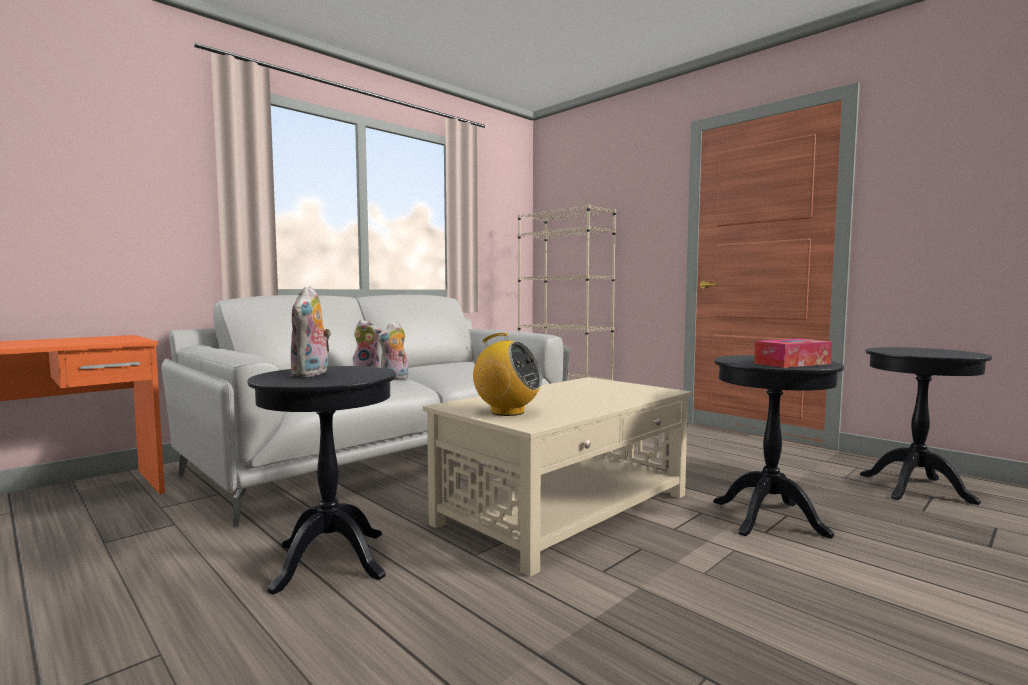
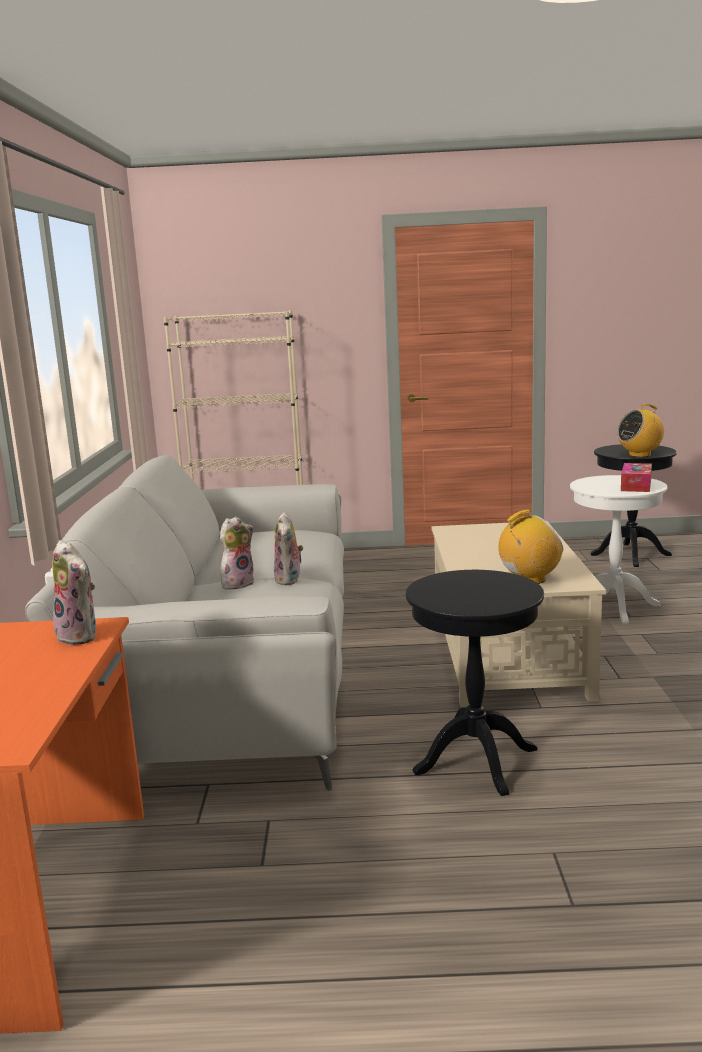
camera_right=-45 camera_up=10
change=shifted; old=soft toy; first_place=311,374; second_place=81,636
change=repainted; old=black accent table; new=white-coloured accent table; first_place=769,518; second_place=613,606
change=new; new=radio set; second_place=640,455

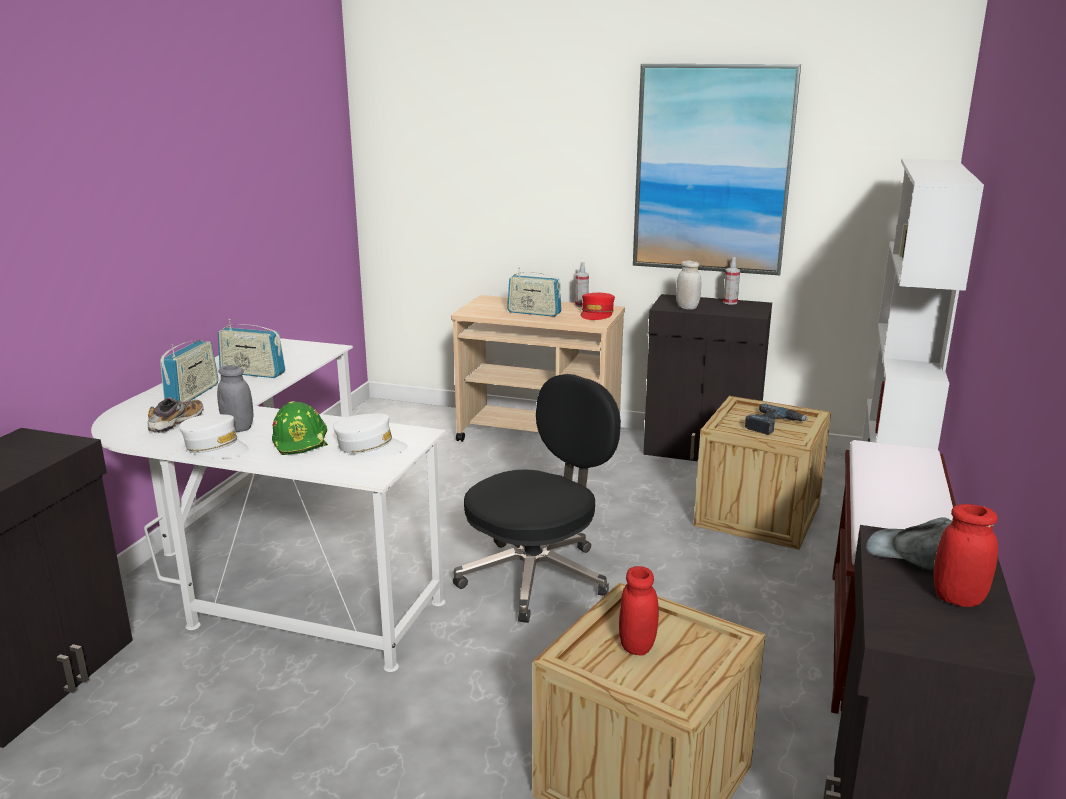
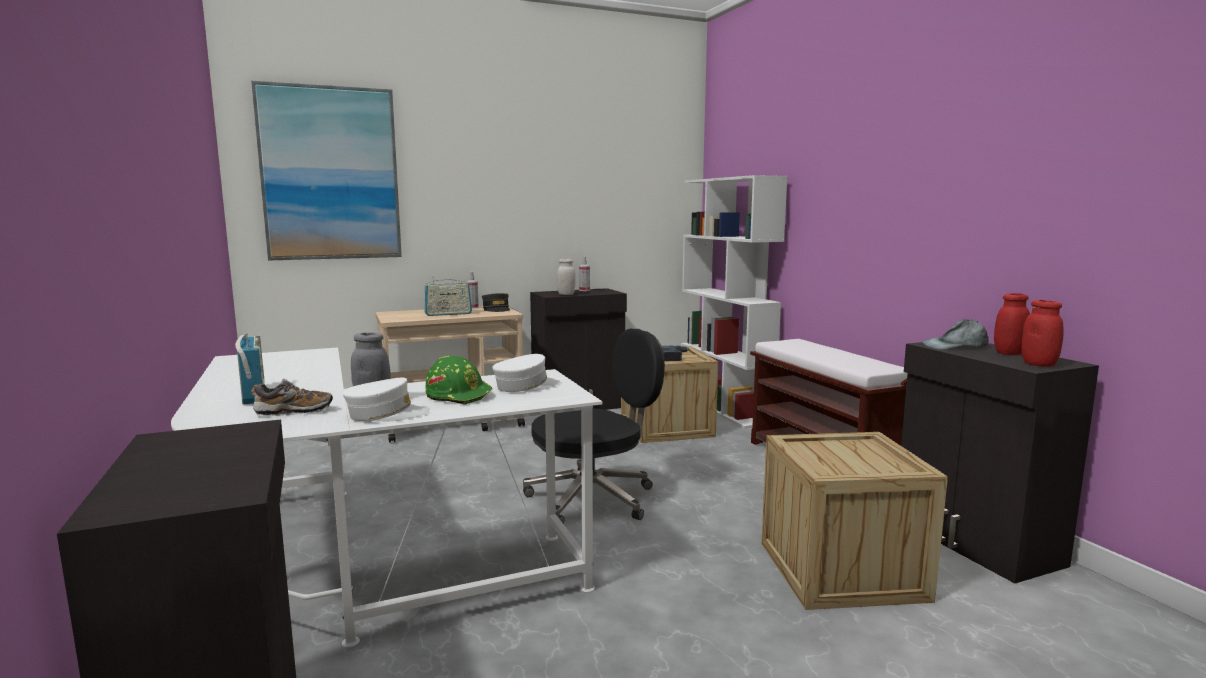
camera_right=-40 camera_up=-10
change=rotated; old=shoe; first_place=176,423; second_place=294,412; degrees=90
change=gone; old=radio set; first_place=253,373
change=rotated; old=black computer chair; first_place=537,576; second_place=593,498; degrees=60
change=repainted; old=red-coloured cap; new=gray cap; first_place=597,314; second_place=496,309
change=shifted; old=red-coloured storage jar; first_place=637,646; second_place=1039,364
change=shifted; old=wall picture; first_place=712,170; second_place=330,174

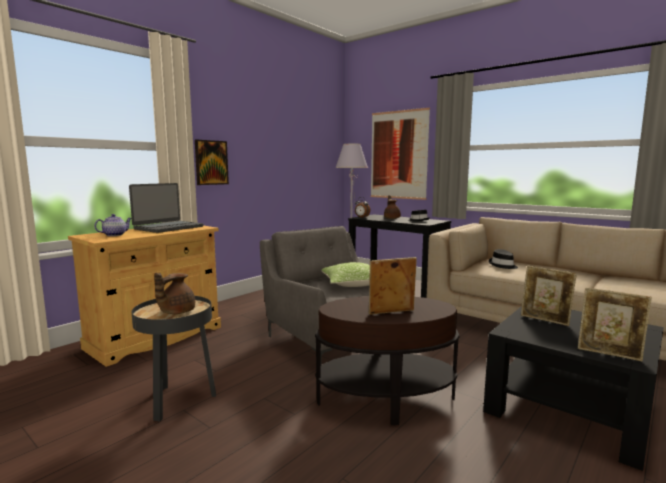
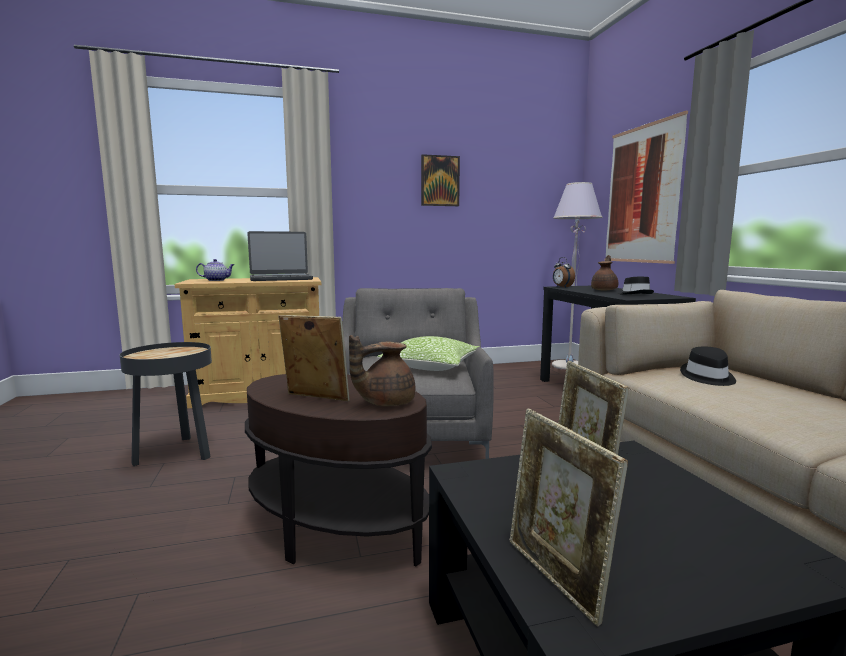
camera_right=35 camera_up=0
change=shifted; old=brownish teapot; first_place=176,312; second_place=385,402
change=shifted; old=wall picture; first_place=211,162; second_place=440,181

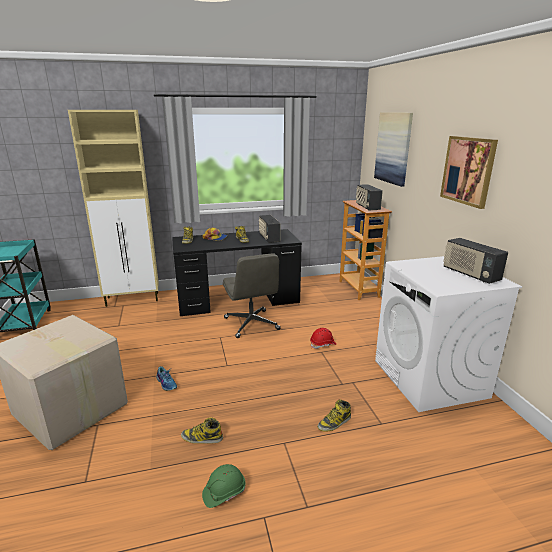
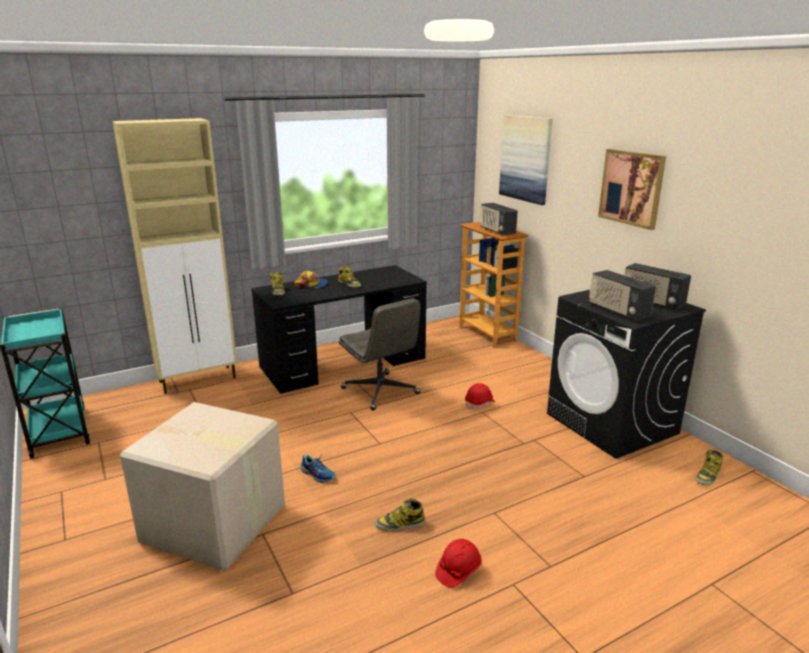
camera_right=-15 camera_up=0
change=repainted; old=green hard hat; new=red-coloured hard hat; first_place=224,492; second_place=458,571
change=shifted; old=radio set; first_place=269,238; second_place=618,311
change=shifted; old=high-top boot; first_place=334,423; second_place=708,476
change=repainted; old=white-coloured laundry appliance; new=black laundry appliance; first_place=430,378; second_place=612,423

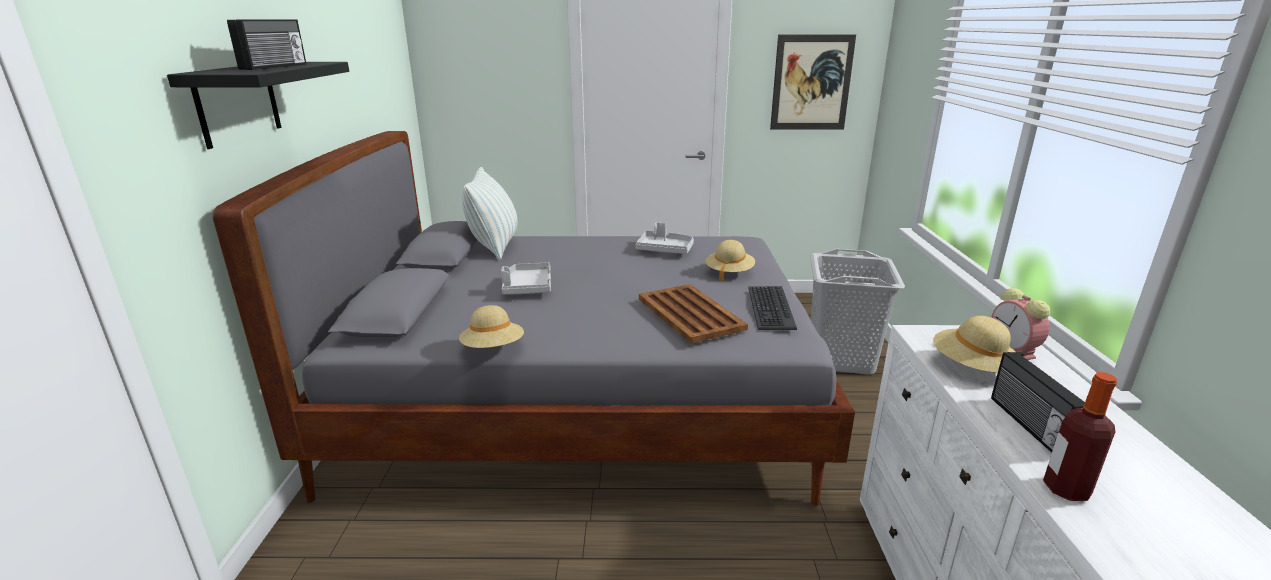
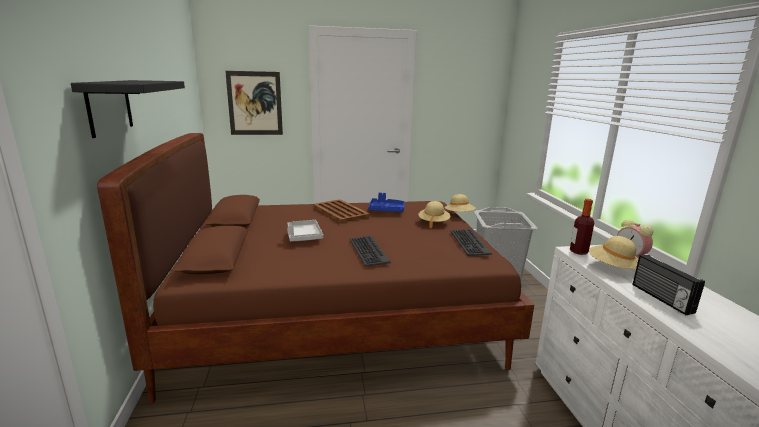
camera_right=-10 camera_up=-5
change=repainted; old=gray bedroom bed; new=brownish bedroom bed; first_place=581,399; second_place=336,314
change=gone; old=radio set; first_place=275,67
change=shifted; old=sand-coloured wearable hat; first_place=493,349; second_place=459,215
change=gone; old=throw pillow; first_place=494,246
change=repainted; old=gray carrying tray; new=bluish carrying tray; first_place=665,250; second_place=386,210
change=shifted; old=brownish carrying tray; first_place=690,313; second_place=340,211
change=shifted; old=wall picture; first_place=811,83; second_place=255,103
change=shifted; old=bottle; first_place=1066,489; second_place=578,251
change=new; new=keyboard; second_place=368,251

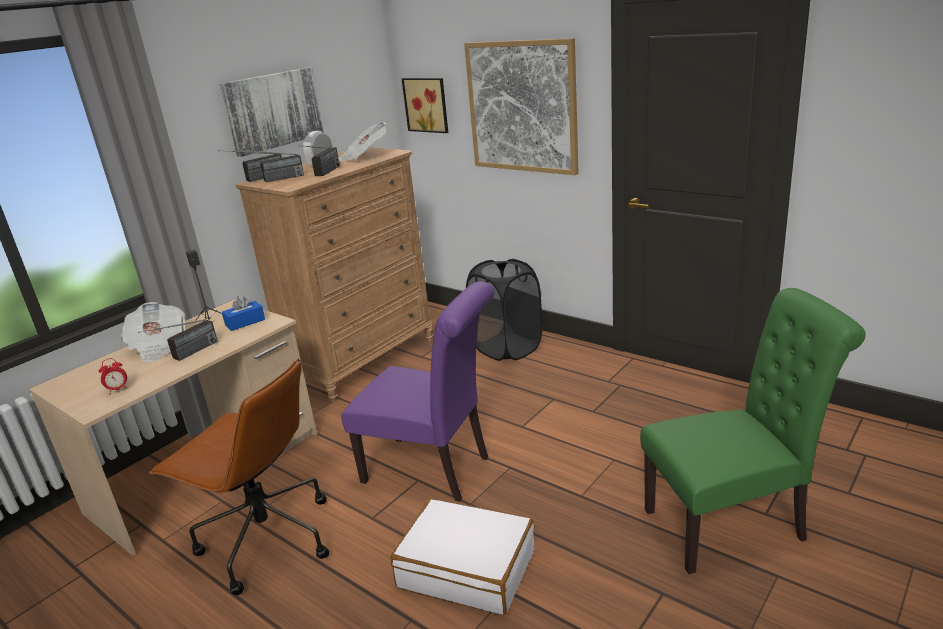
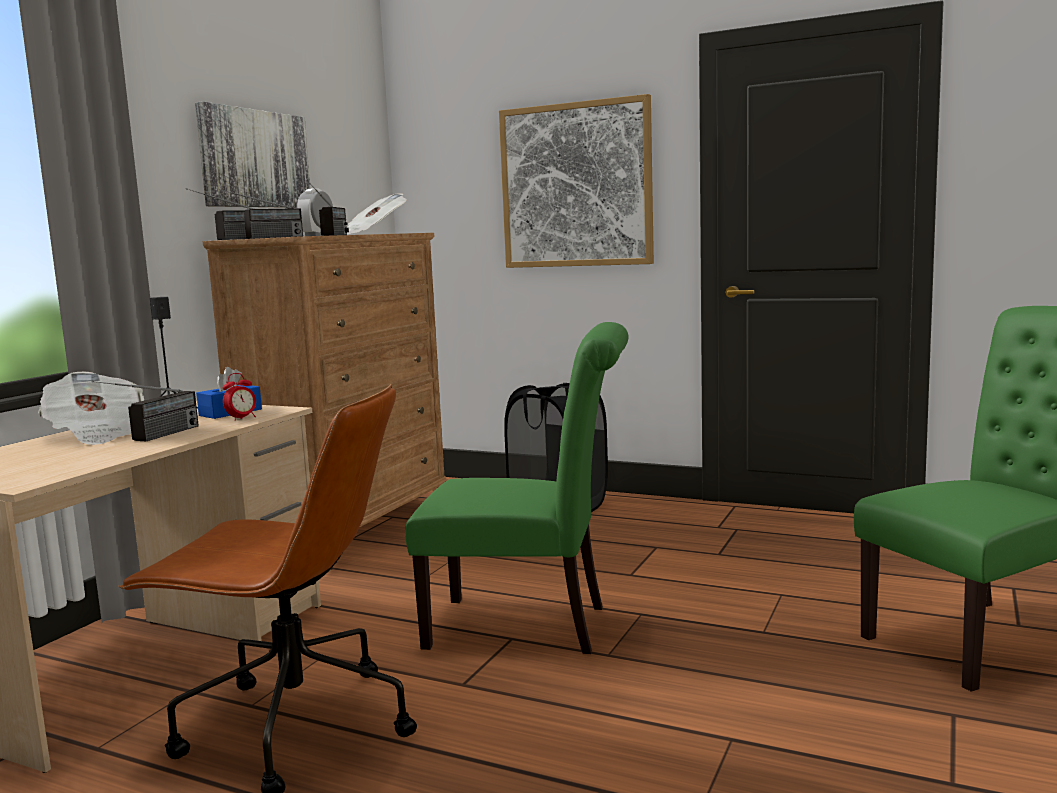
camera_right=-15 camera_up=-15
change=shifted; old=bedside clock; first_place=118,390; second_place=242,418
change=repainted; old=purple upright chair; new=green upright chair; first_place=433,470; second_place=529,626
change=gone; old=white-coloured suitcase; first_place=467,568
change=gone; old=wall picture; first_place=427,104

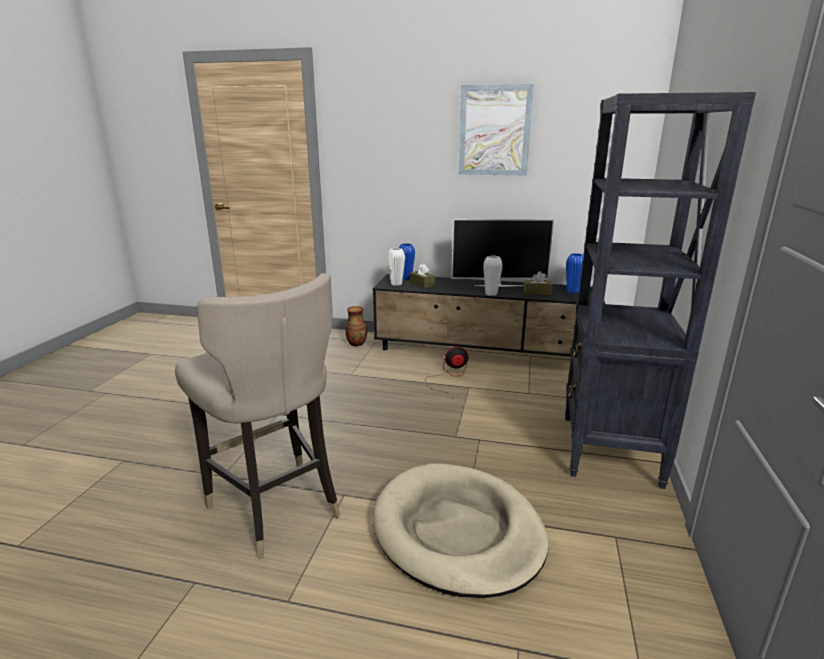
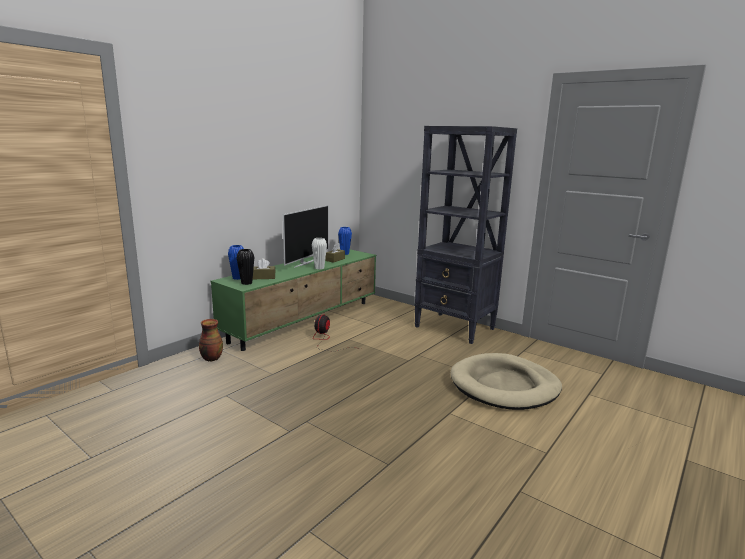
camera_right=-65 camera_up=-5
change=gone; old=sand-coloured stool; first_place=275,507
change=repainted; old=black tv unit; new=green tv unit; first_place=483,353; second_place=305,321
change=repainted; old=white-coloured flower vase; new=black flower vase; first_place=396,284; second_place=246,283
change=gone; old=wall picture; first_place=494,131

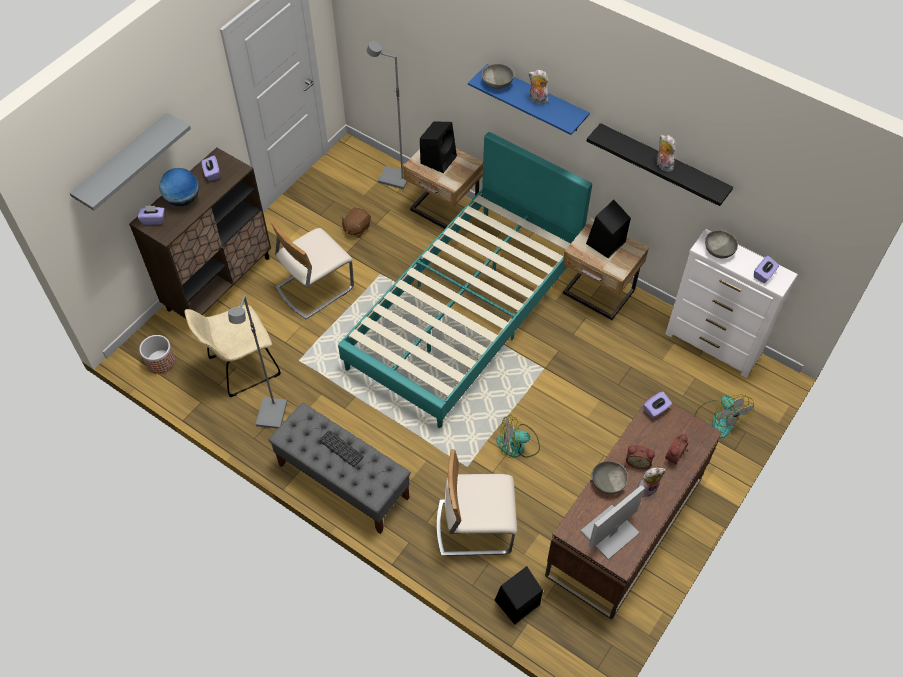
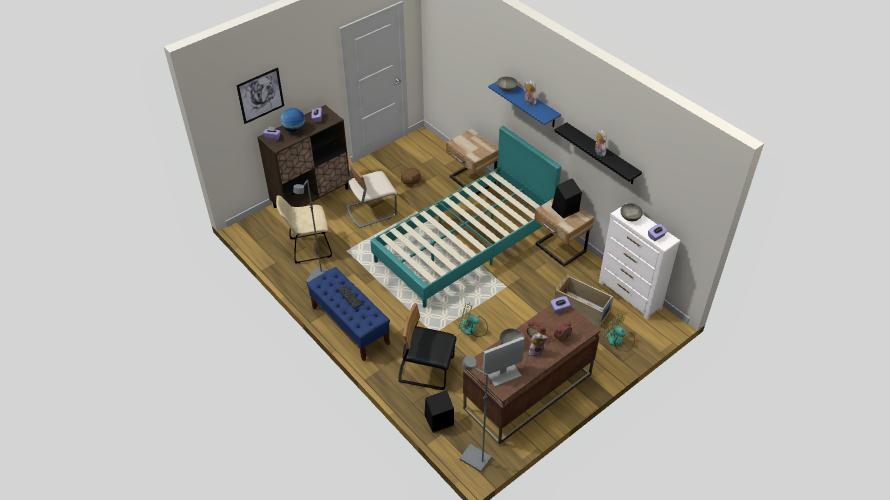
camera_right=15 camera_up=-10
change=swapped; old=gray shelf; new=wall picture; first_place=123,162; second_place=260,95
change=gone; old=planter; first_place=160,362
change=repainted; old=gray long seat; new=bluish long seat; first_place=343,481; second_place=350,325
change=shifted; old=gray standard lamp; first_place=393,179; second_place=474,459
change=gone; old=black speaker; first_place=438,159
change=repainted; old=sand-coloured upright chair; new=black upright chair; first_place=474,526; second_place=426,369
change=rotated; old=fan; first_place=719,418; second_place=618,340; degrees=135
change=new; new=sand-coloured storage box; second_place=582,308

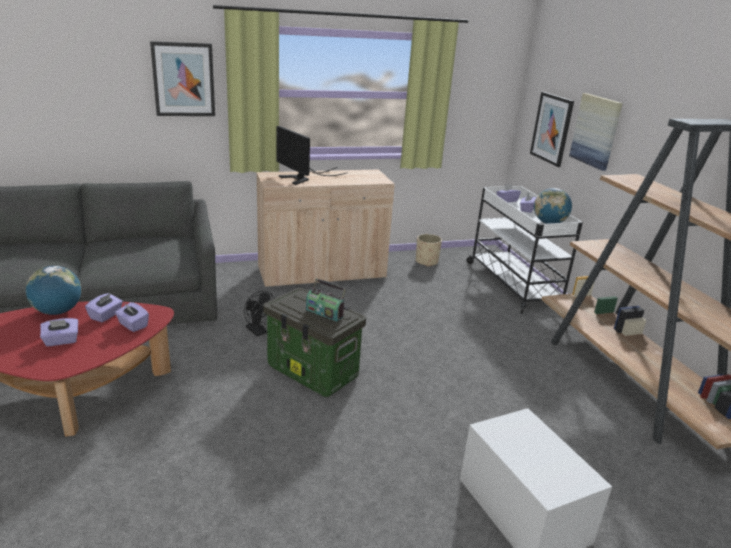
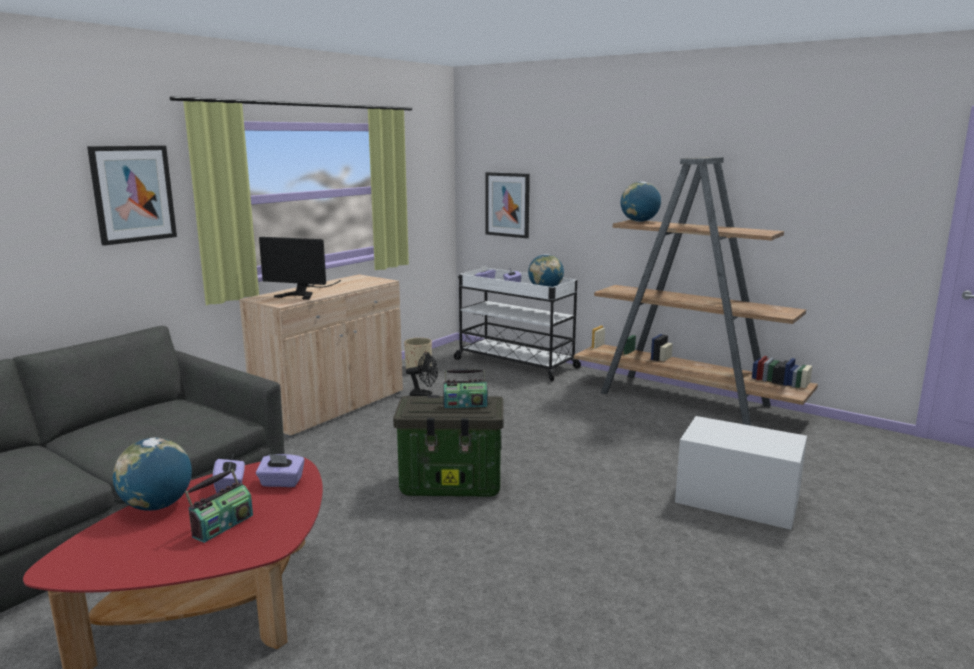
camera_right=-35 camera_up=-10
change=swapped; old=purple tissue holder; new=radio set; first_place=61,341; second_place=222,525
change=shifted; old=black fan; first_place=259,332; second_place=424,395
change=gone; old=wall picture; first_place=596,131
change=new; new=desk globe; second_place=639,221

